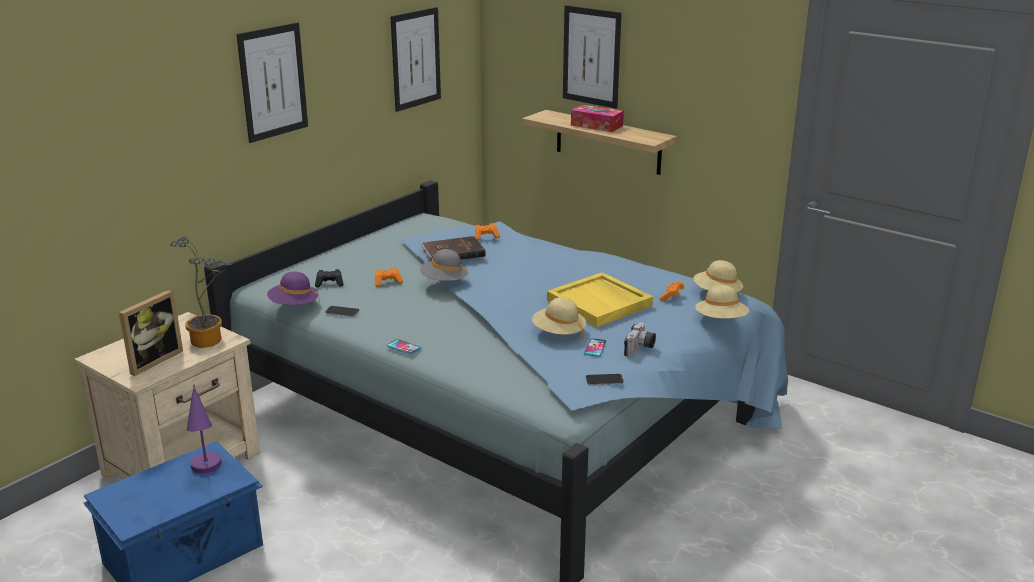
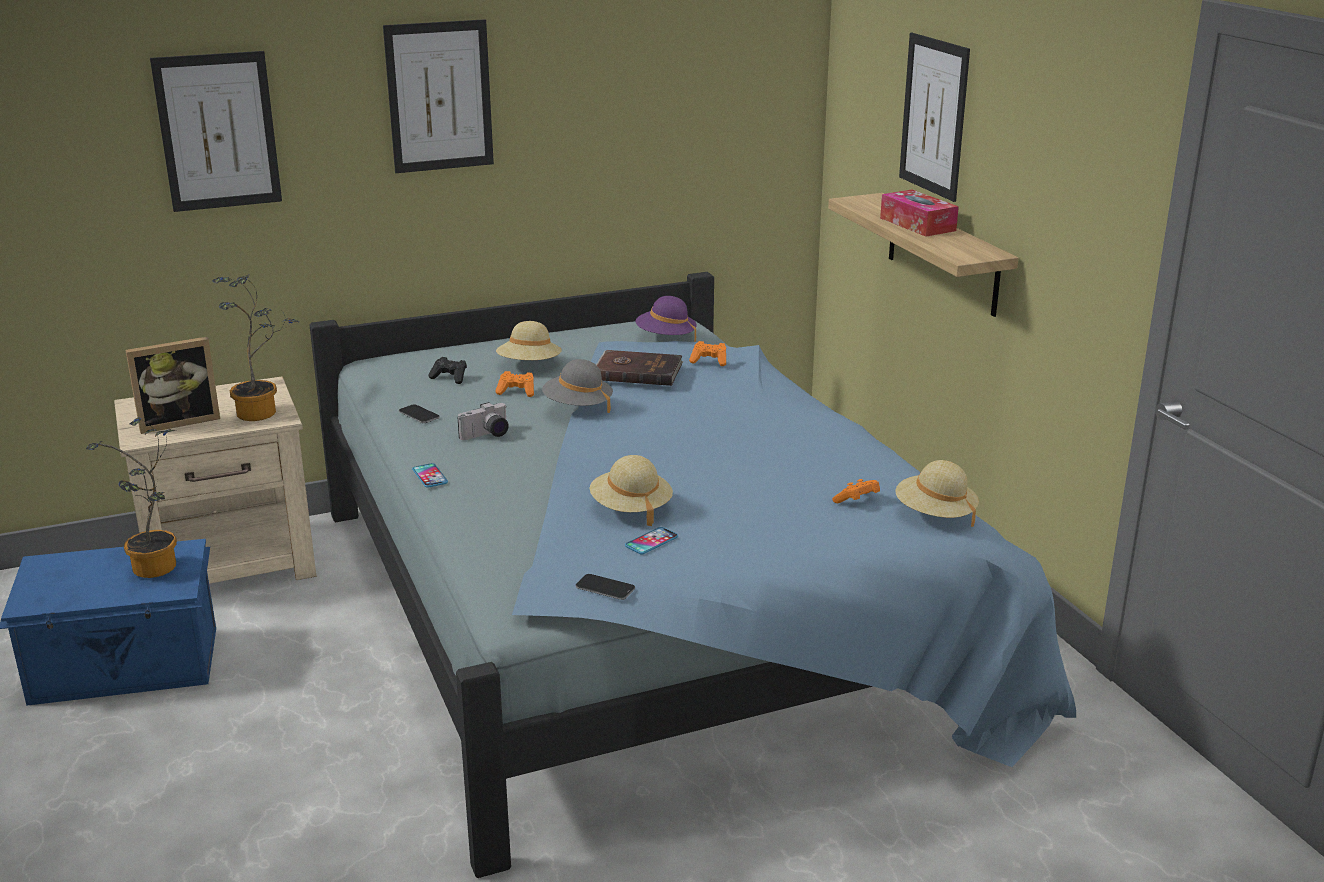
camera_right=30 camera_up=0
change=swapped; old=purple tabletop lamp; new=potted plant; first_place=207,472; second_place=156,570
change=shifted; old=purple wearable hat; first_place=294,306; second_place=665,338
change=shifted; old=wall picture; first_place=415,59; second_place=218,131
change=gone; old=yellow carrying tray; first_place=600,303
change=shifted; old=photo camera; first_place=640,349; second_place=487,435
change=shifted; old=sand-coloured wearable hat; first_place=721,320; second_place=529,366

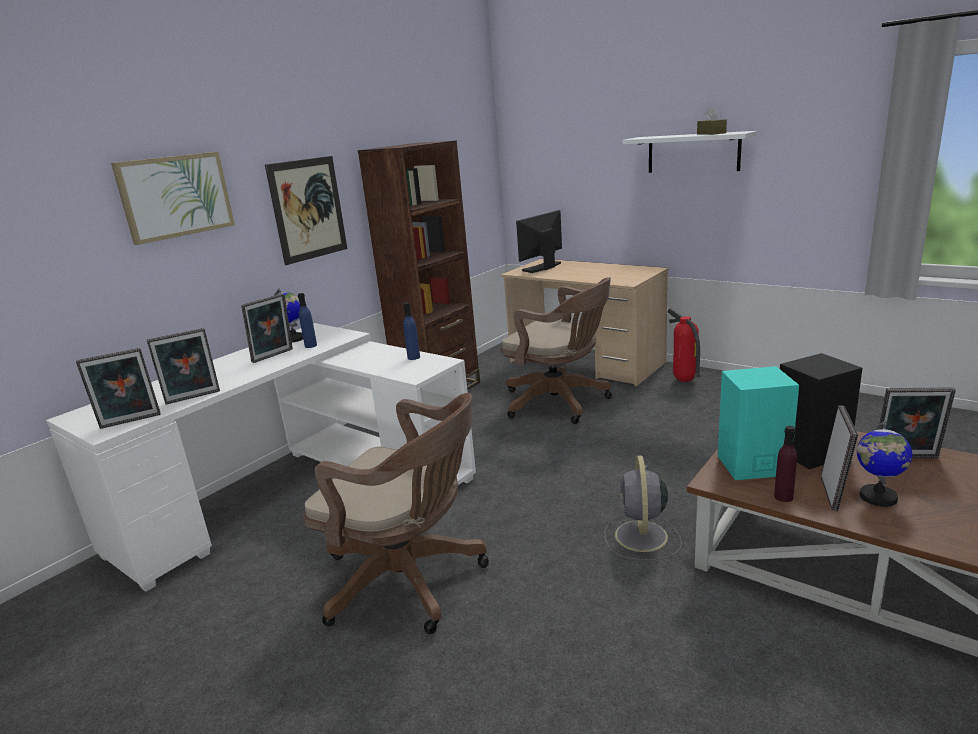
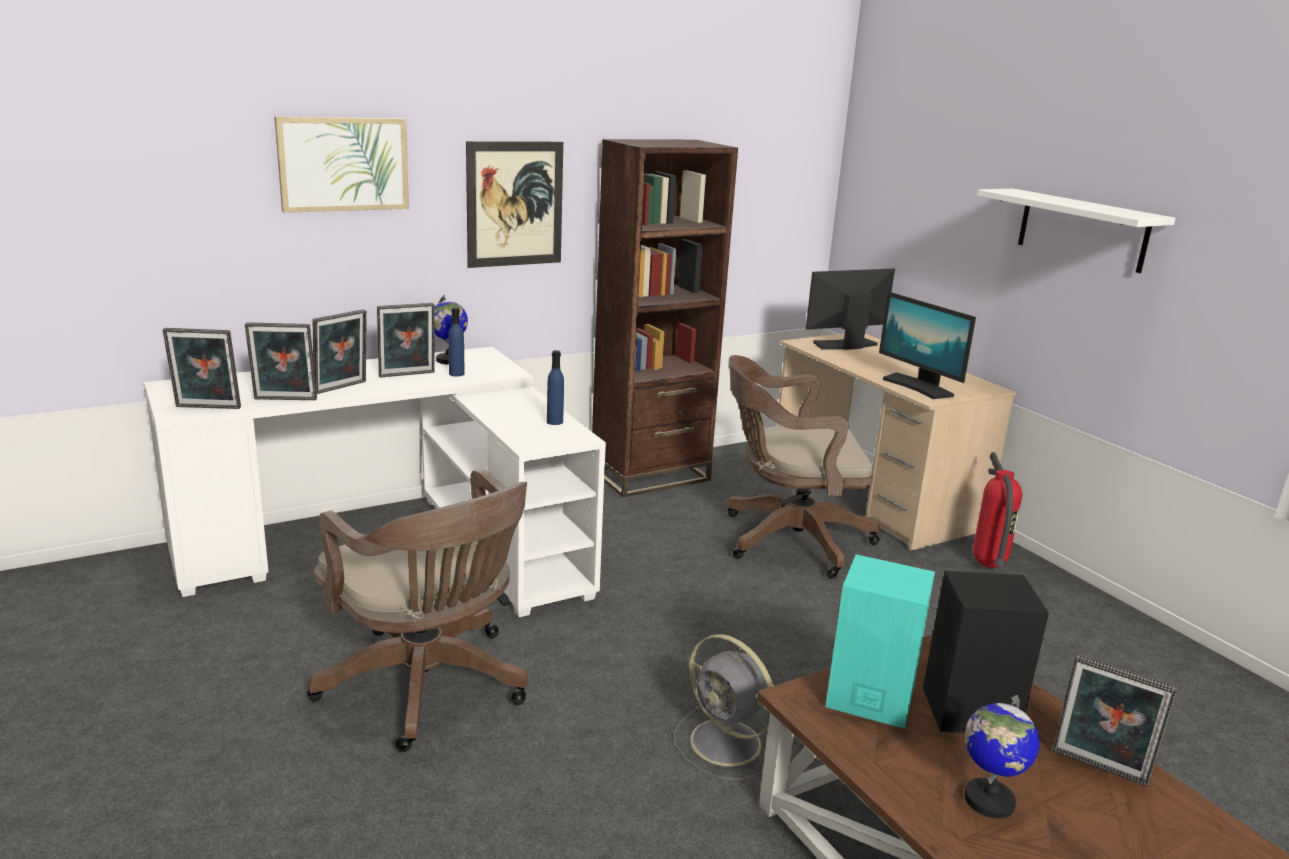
camera_right=20 camera_up=0
change=rotated; old=brownish computer chair; first_place=560,403; second_place=787,539; degrees=120
change=rotated; old=gray fan; first_place=641,537; second_place=728,744; degrees=-75
change=gone; old=brownish tissue holder; first_place=711,133
change=gone; old=purple bottle; first_place=783,497
change=shifted; old=standing frame; first_place=833,493; second_place=342,388
change=new; new=monitor; second_place=918,387

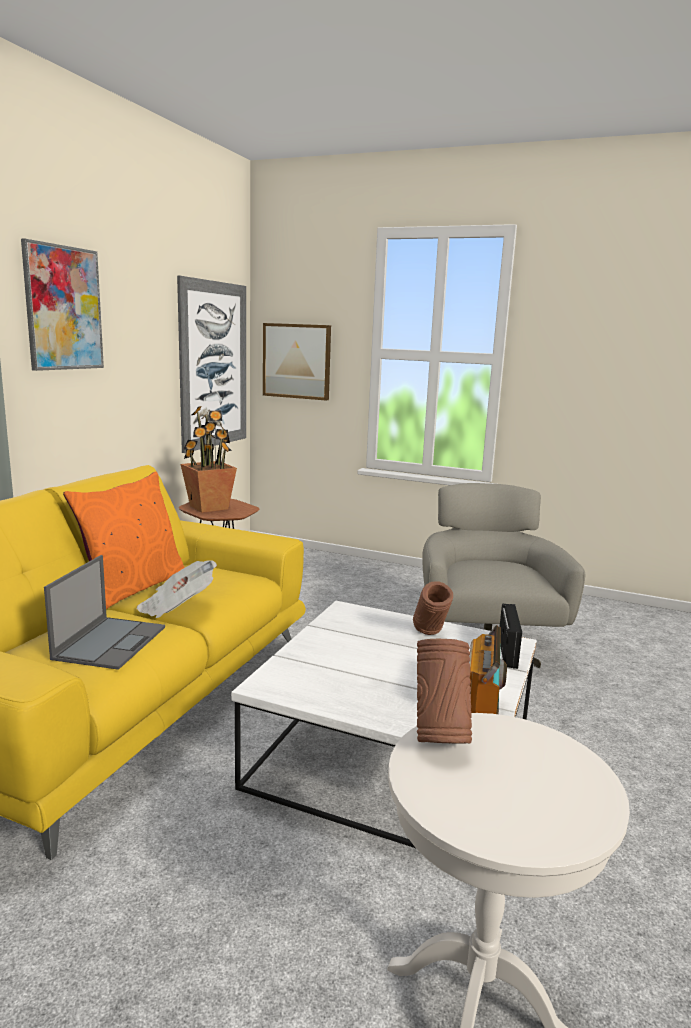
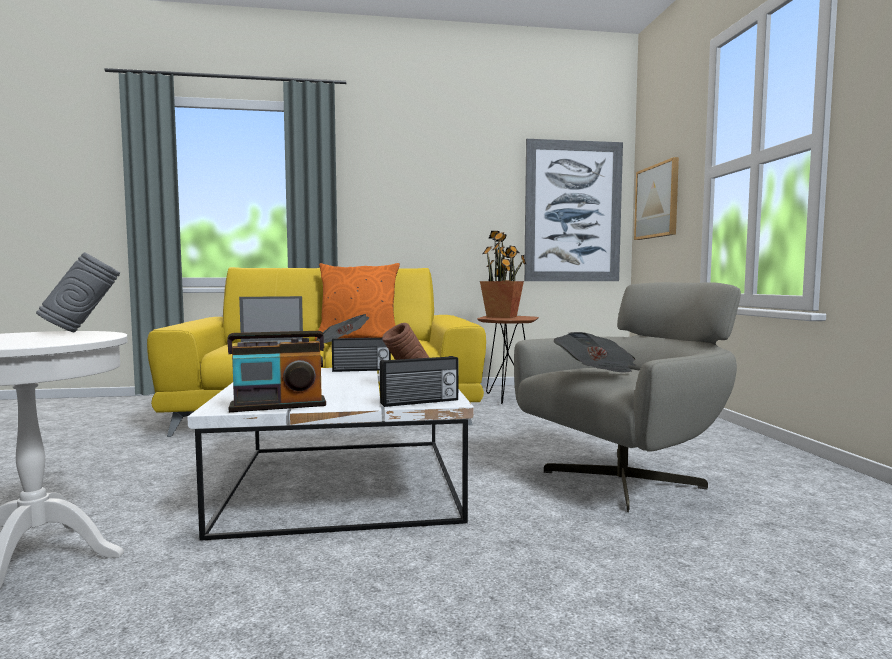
camera_right=60 camera_up=-10
change=gone; old=wall picture; first_place=63,308
change=repainted; old=brownish flower vase; new=gray flower vase; first_place=439,737; second_place=82,332
change=new; new=radio set; second_place=361,370
change=new; new=printed paper; second_place=597,376

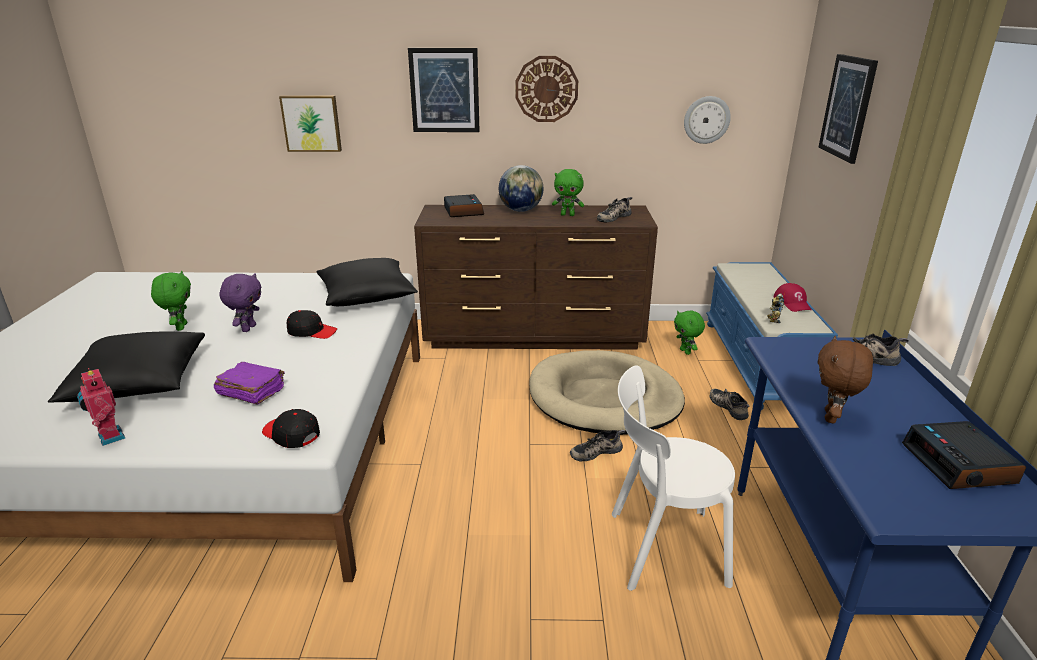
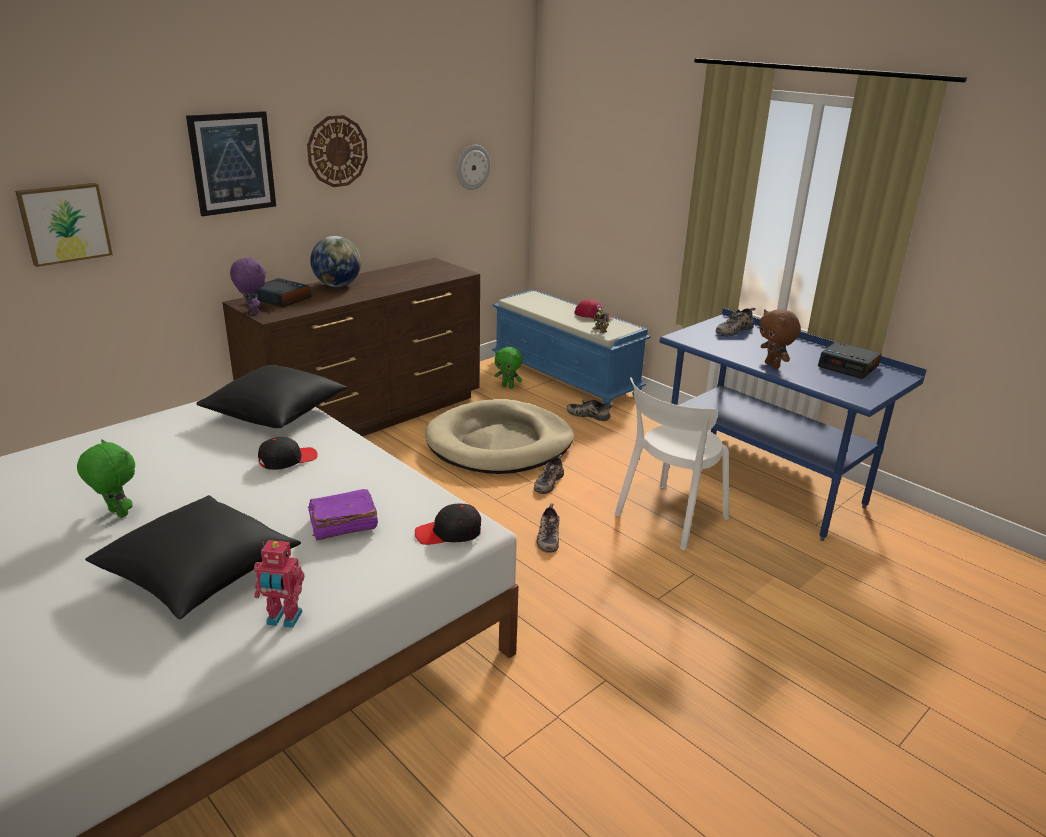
camera_right=-45 camera_up=0
change=shifted; old=purple soft toy; first_place=248,328; second_place=252,312
change=gone; old=green soft toy; first_place=568,215
change=shifted; old=shoe; first_place=613,217; second_place=547,536
change=gone; old=wall picture; first_place=848,107

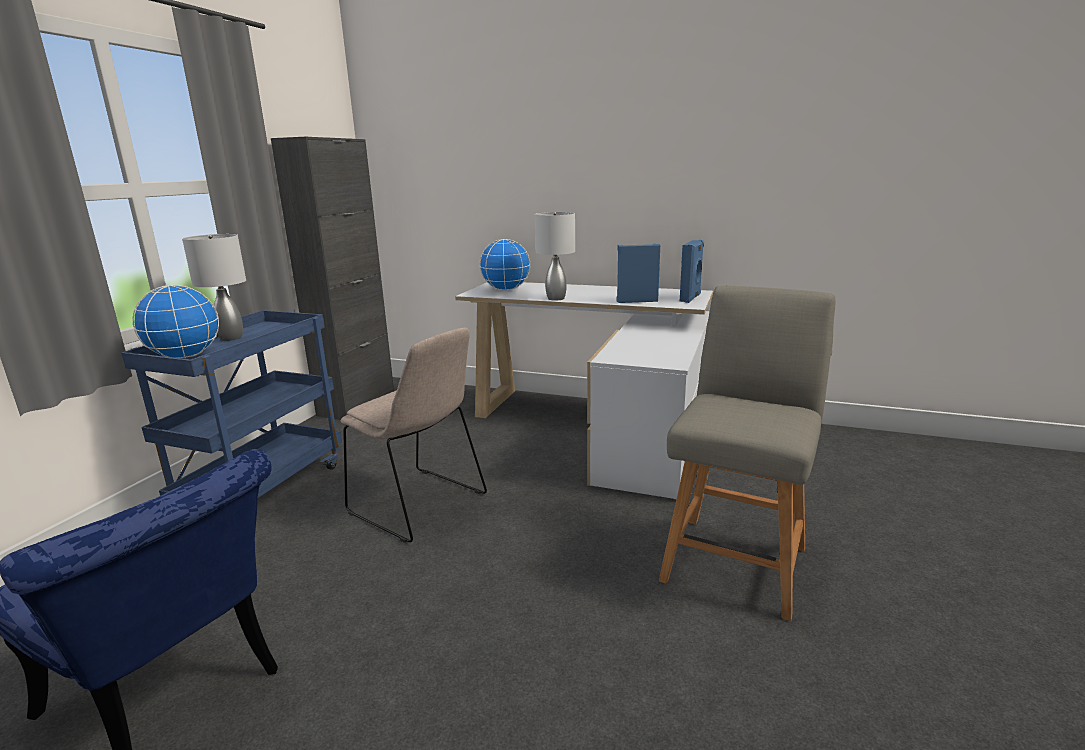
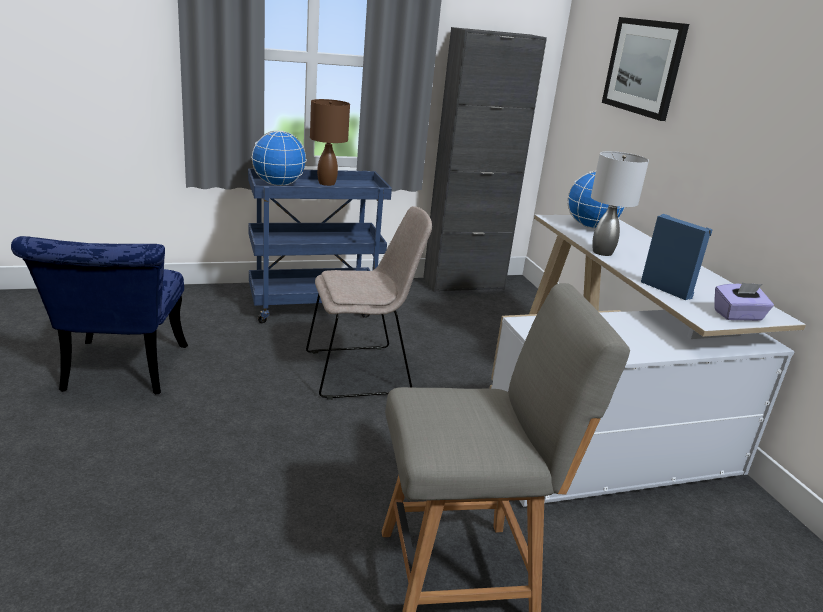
camera_right=50 camera_up=5
change=repainted; old=gray tabletop lamp; new=brownish tabletop lamp; first_place=231,338; second_place=326,183
change=rotated; old=sand-coloured upright chair; first_place=420,505; second_place=362,371; degrees=-105
change=swapped; old=bluish speaker; new=purple tissue holder; first_place=691,298; second_place=738,316
change=new; new=wall picture; second_place=643,67

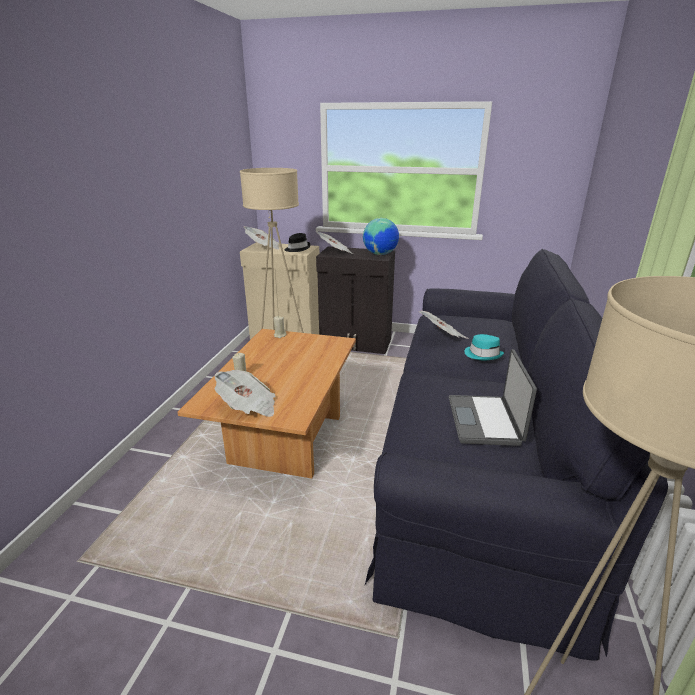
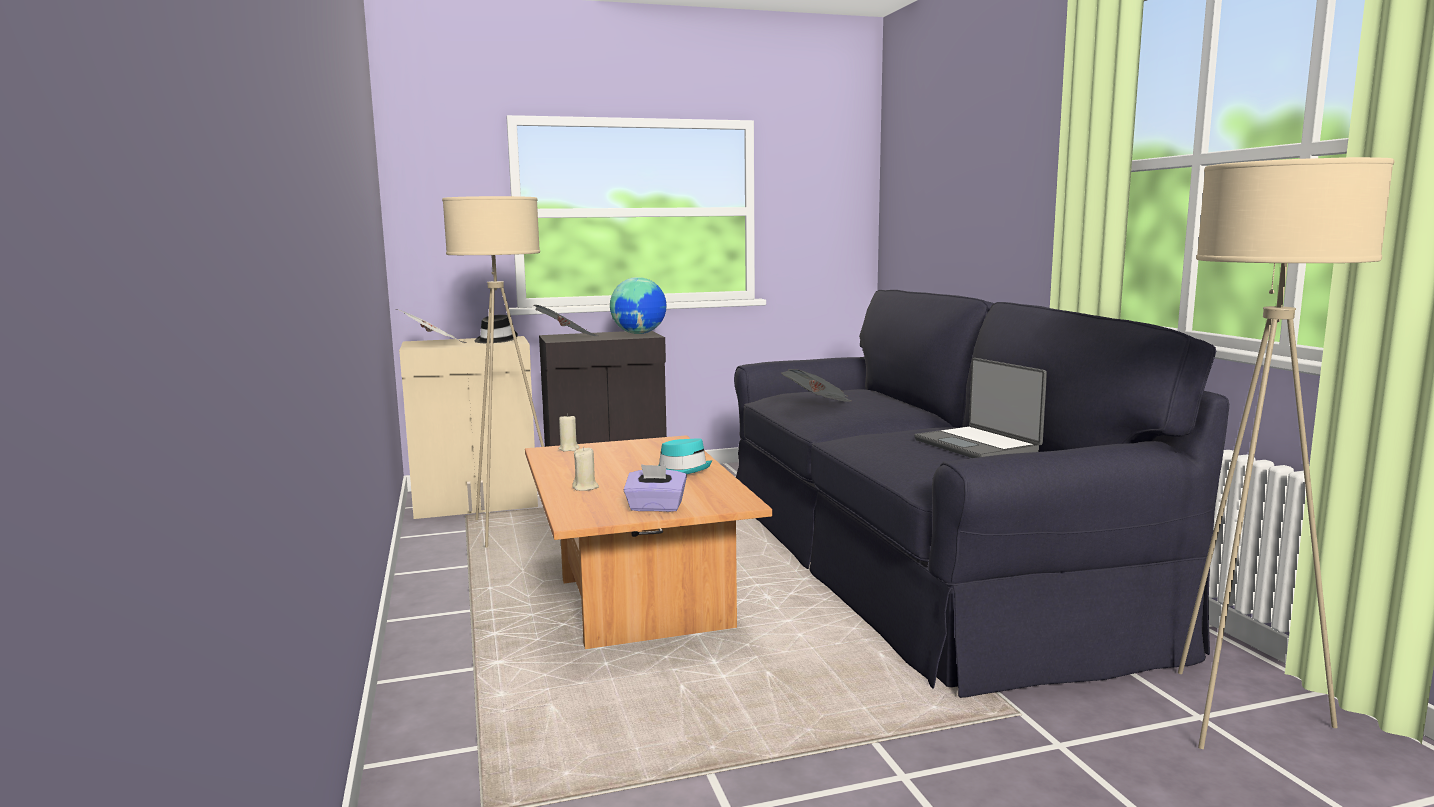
camera_right=-30 camera_up=-15
change=swapped; old=printed paper; new=purple tissue holder; first_place=248,407; second_place=655,507
change=shifted; old=blue-green wearable hat; first_place=483,354; second_place=681,470

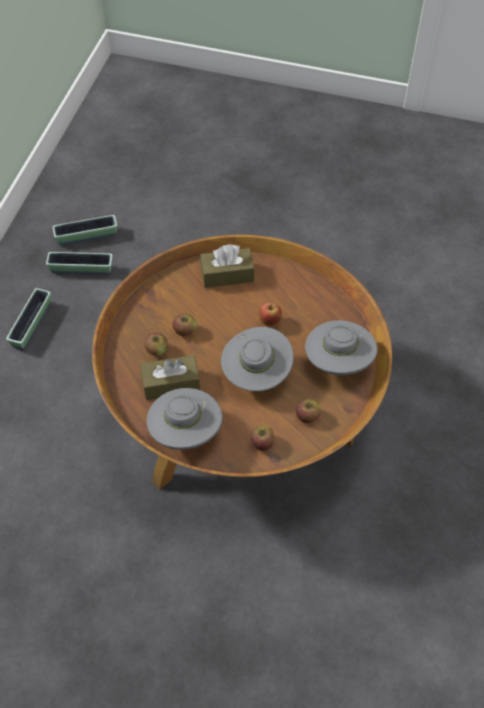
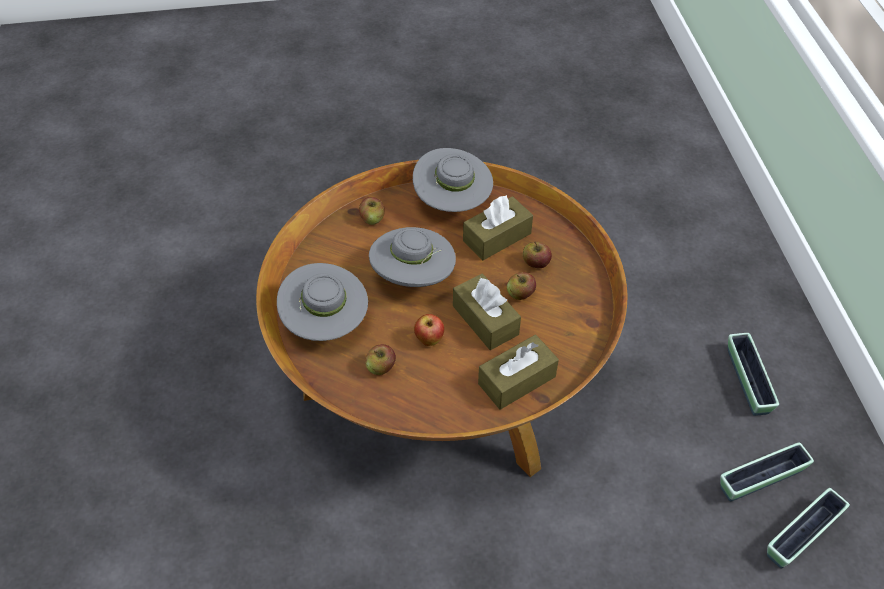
camera_right=155 camera_up=-5
change=shifted; old=apple fruit; first_place=307,416; second_place=381,367
change=new; new=brownish tissue holder; second_place=485,320

